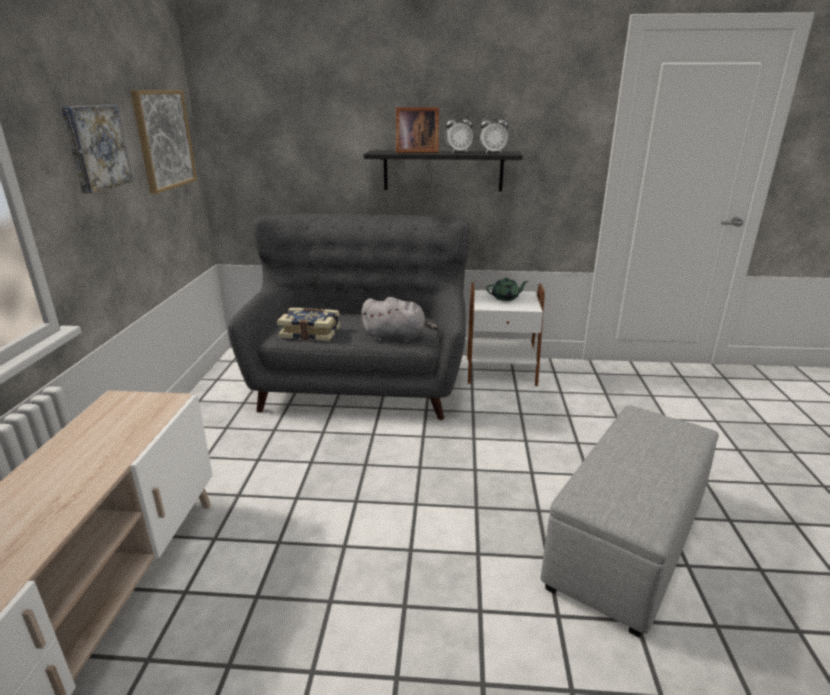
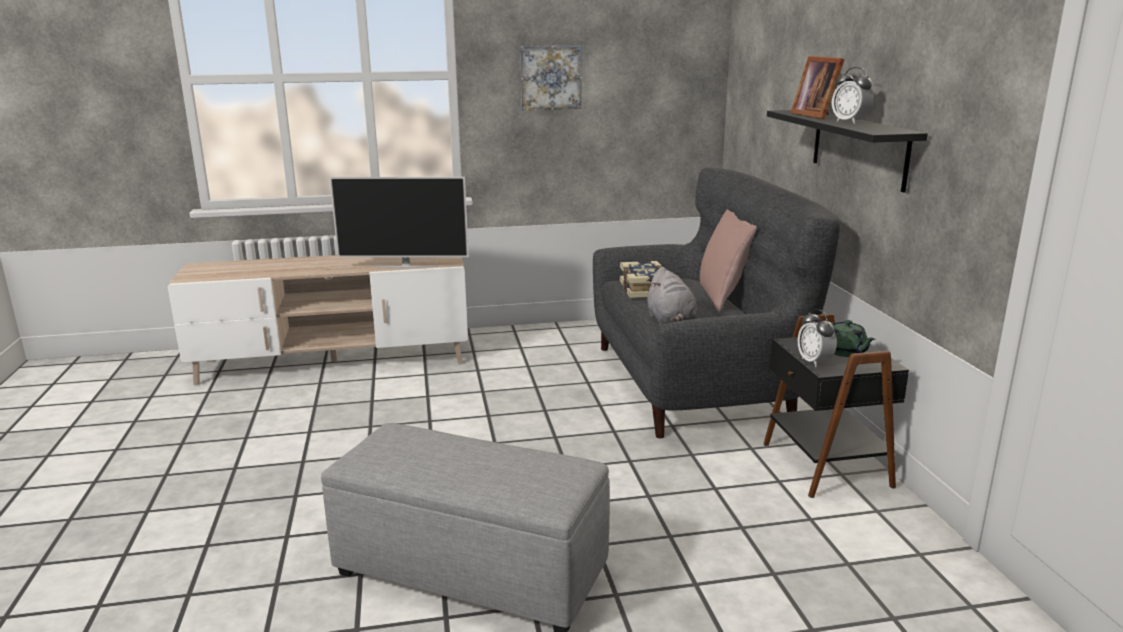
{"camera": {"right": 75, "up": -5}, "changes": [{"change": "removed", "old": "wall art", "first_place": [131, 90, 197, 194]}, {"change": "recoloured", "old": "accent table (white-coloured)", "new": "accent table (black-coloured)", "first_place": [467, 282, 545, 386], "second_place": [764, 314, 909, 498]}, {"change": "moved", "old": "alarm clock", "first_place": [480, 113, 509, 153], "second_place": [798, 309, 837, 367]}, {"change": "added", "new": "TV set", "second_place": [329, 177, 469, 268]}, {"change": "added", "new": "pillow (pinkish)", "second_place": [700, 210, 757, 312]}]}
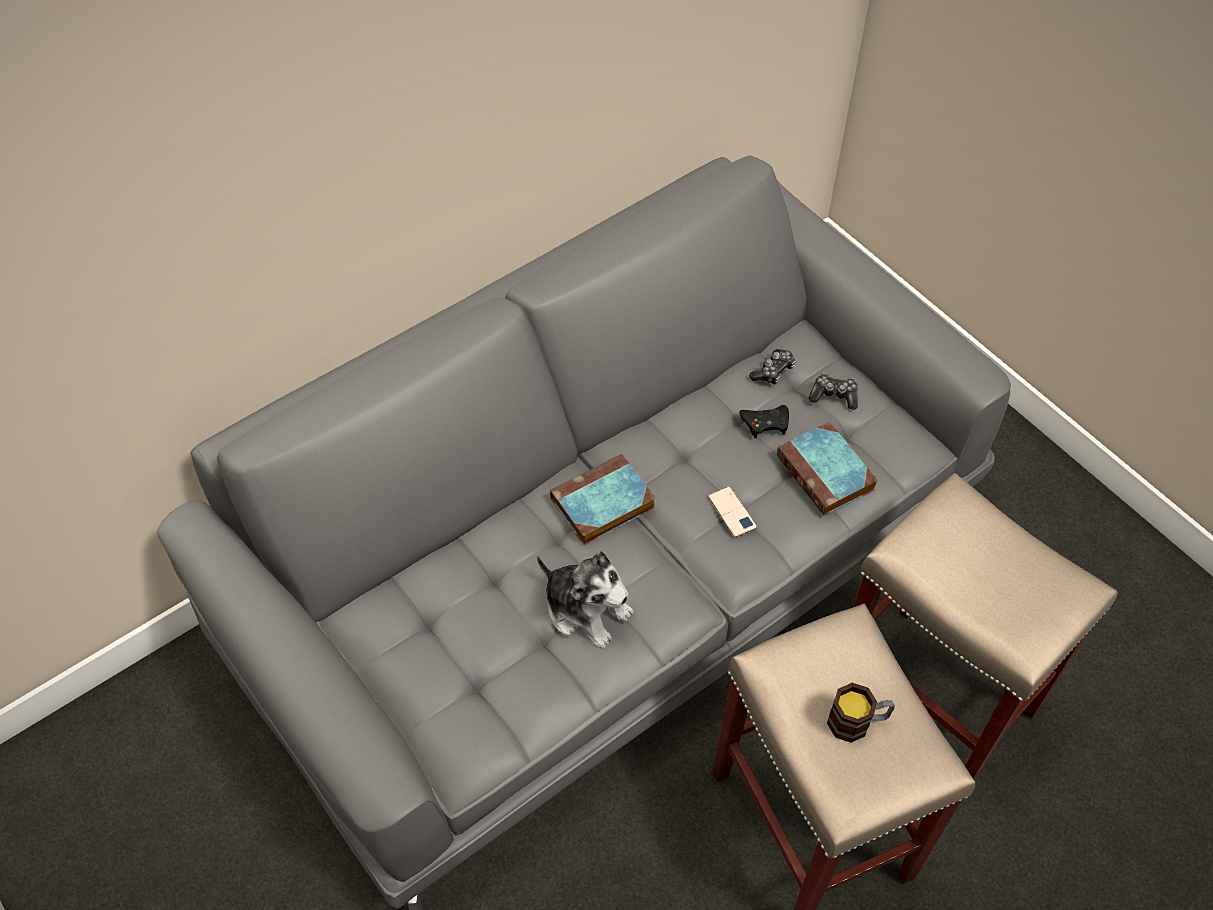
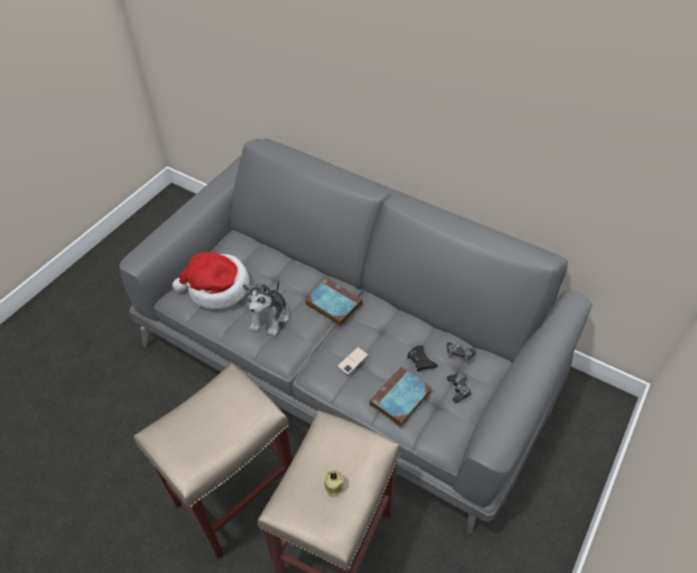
{"camera": {"right": 70, "up": -5}, "changes": [{"change": "removed", "old": "coffee mug", "first_place": [827, 683, 895, 743]}, {"change": "added", "new": "clothing hat", "second_place": [172, 252, 249, 309]}, {"change": "added", "new": "wax light (sand-coloured)", "second_place": [324, 469, 344, 497]}]}
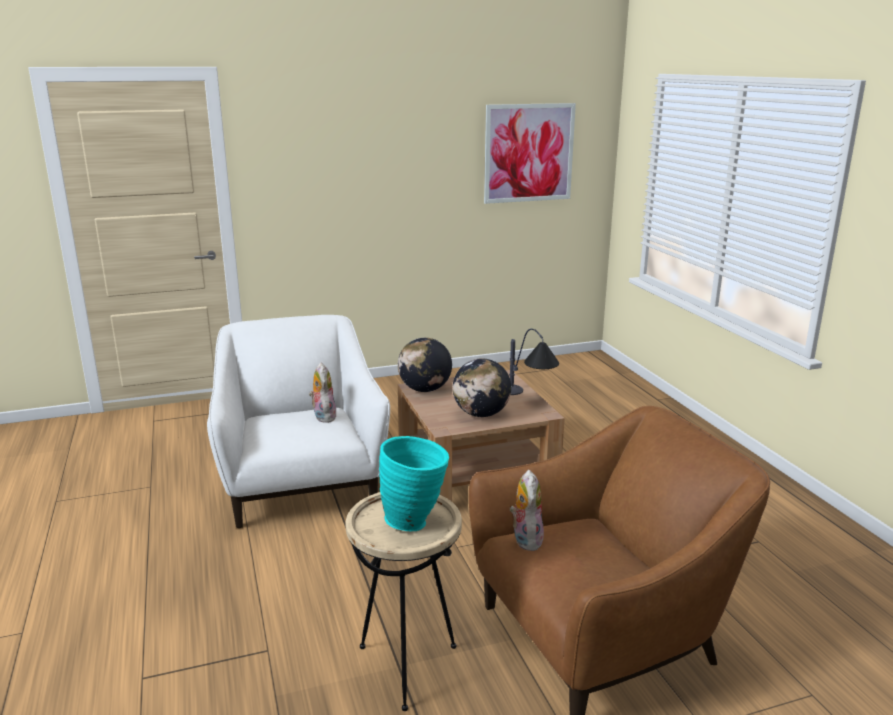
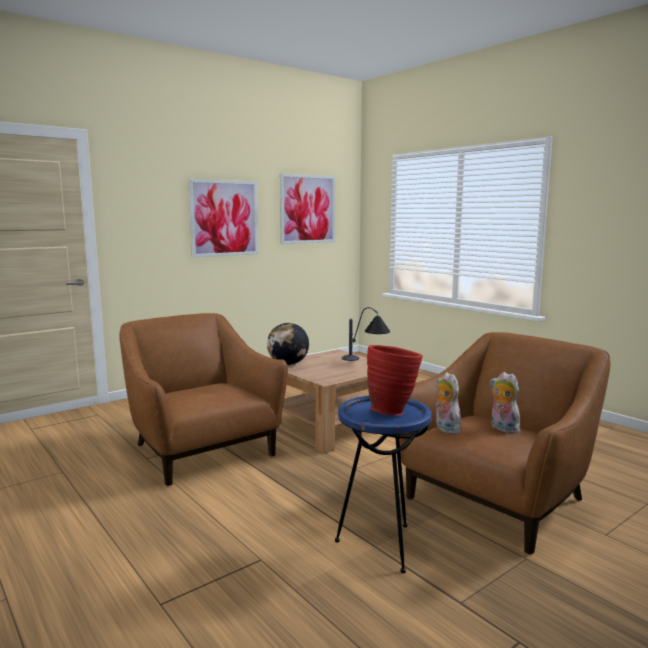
{"camera": {"right": -20, "up": -10}, "changes": [{"change": "recoloured", "old": "easy chair (white-coloured)", "new": "easy chair (brown-coloured)", "first_place": [207, 315, 390, 528], "second_place": [119, 313, 288, 486]}, {"change": "moved", "old": "plush toy", "first_place": [309, 362, 337, 423], "second_place": [490, 372, 523, 434]}, {"change": "recoloured", "old": "accent table (sand-coloured)", "new": "accent table (blue-coloured)", "first_place": [346, 492, 462, 711], "second_place": [335, 396, 432, 573]}, {"change": "recoloured", "old": "flower vase (turquoise-coloured)", "new": "flower vase (red)", "first_place": [379, 436, 449, 531], "second_place": [367, 345, 423, 415]}, {"change": "removed", "old": "globe", "first_place": [453, 358, 511, 417]}, {"change": "added", "new": "wall art", "second_place": [188, 179, 259, 258]}]}
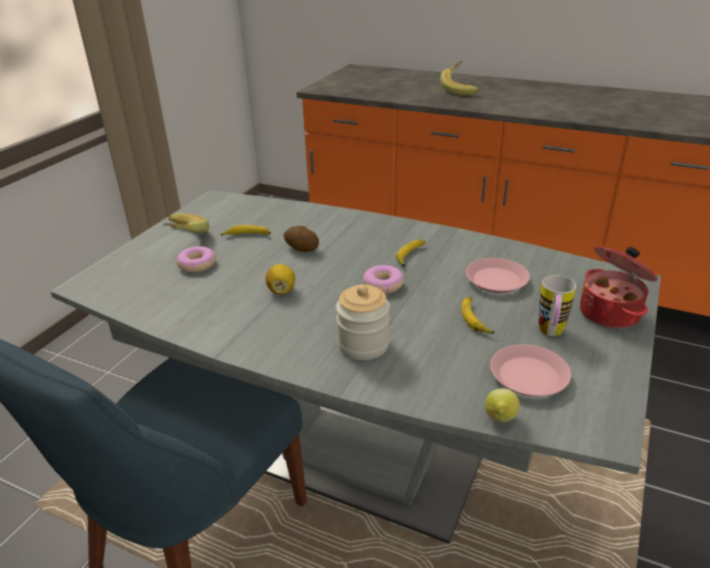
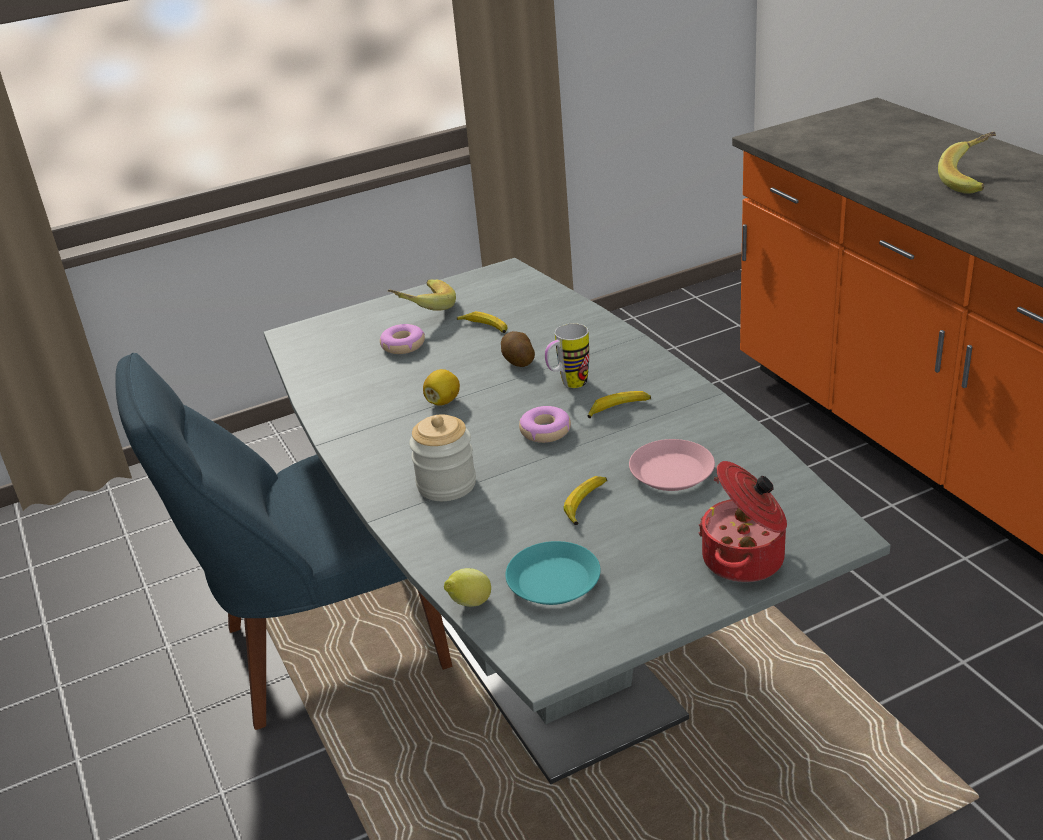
{"camera": {"right": 40, "up": 0}, "changes": [{"change": "recoloured", "old": "flat dish (pinkish)", "new": "flat dish (turquoise-coloured)", "first_place": [490, 344, 571, 397], "second_place": [505, 541, 601, 605]}, {"change": "moved", "old": "coffee mug", "first_place": [539, 275, 576, 336], "second_place": [545, 323, 589, 388]}]}
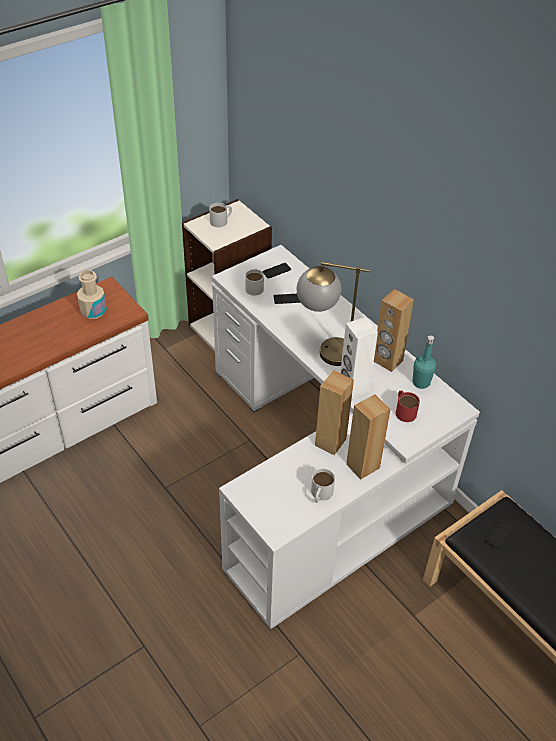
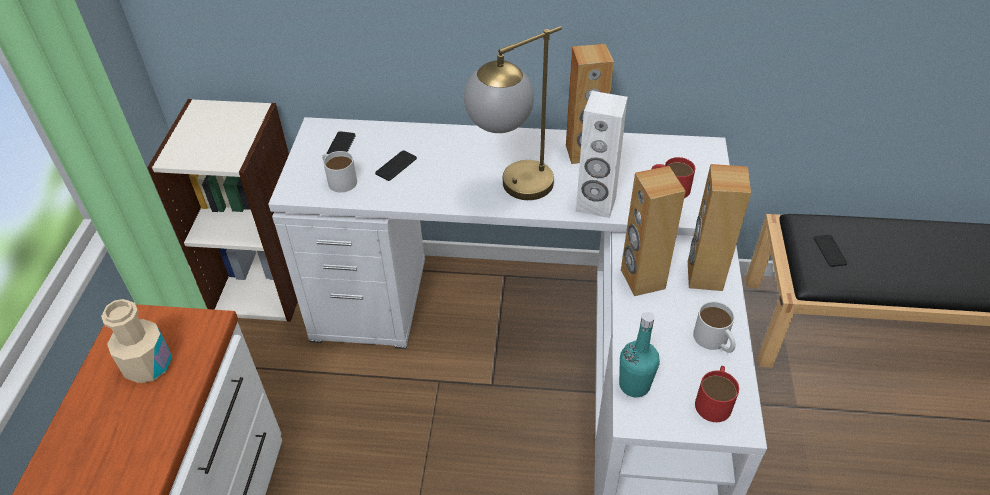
{"camera": {"right": -45, "up": 0}, "changes": [{"change": "removed", "old": "coffee mug (white-coloured)", "first_place": [209, 203, 232, 227]}, {"change": "moved", "old": "beverage bottle (turquoise-coloured)", "first_place": [413, 335, 436, 389], "second_place": [619, 312, 660, 397]}, {"change": "added", "new": "coffee mug (red)", "second_place": [695, 366, 739, 422]}]}
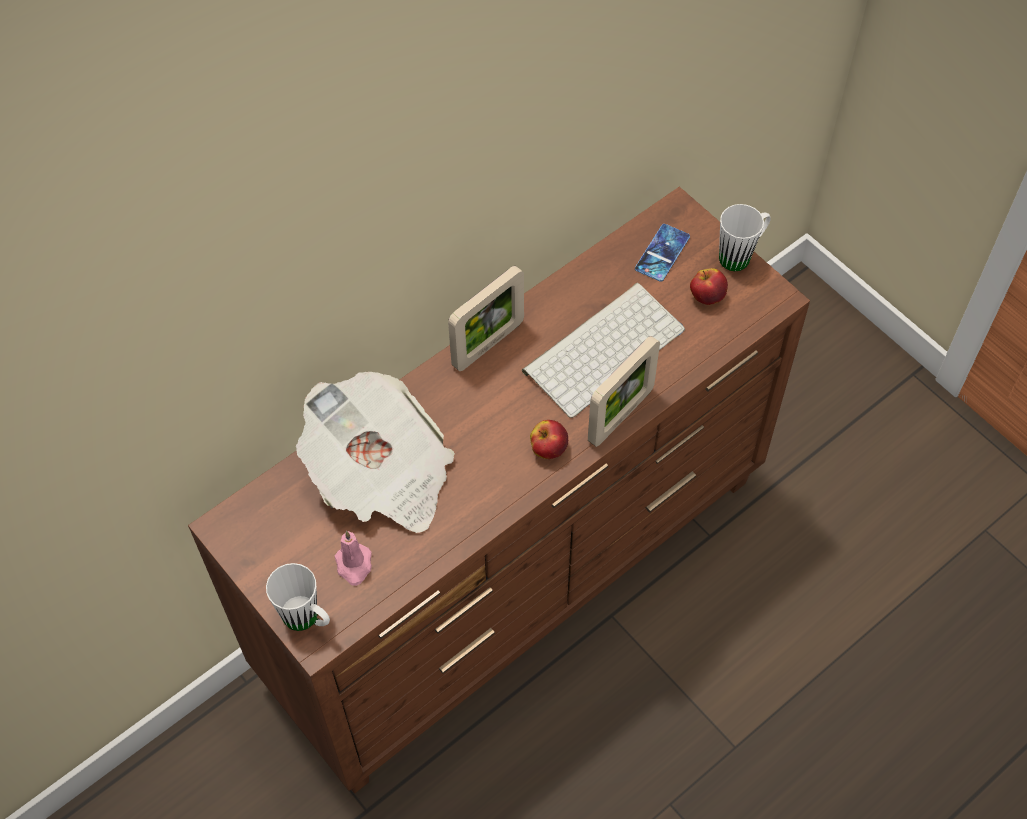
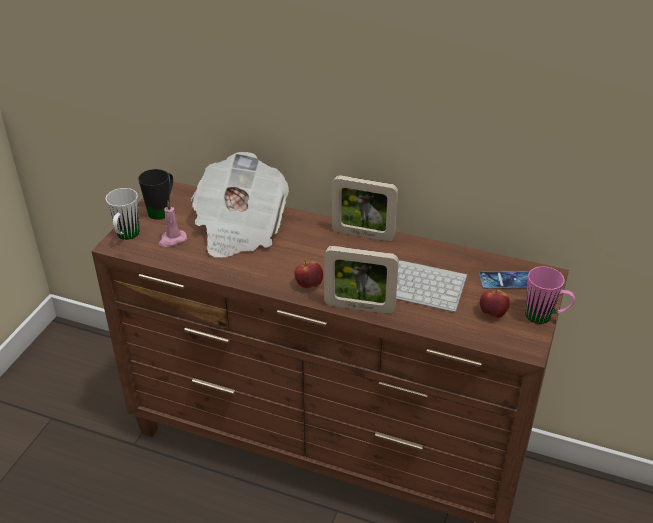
{"camera": {"right": 60, "up": -20}, "changes": [{"change": "recoloured", "old": "coffee mug (white-coloured)", "new": "coffee mug (pinkish)", "first_place": [719, 204, 771, 271], "second_place": [525, 267, 575, 324]}, {"change": "added", "new": "coffee mug (black-coloured)", "second_place": [138, 169, 173, 220]}]}
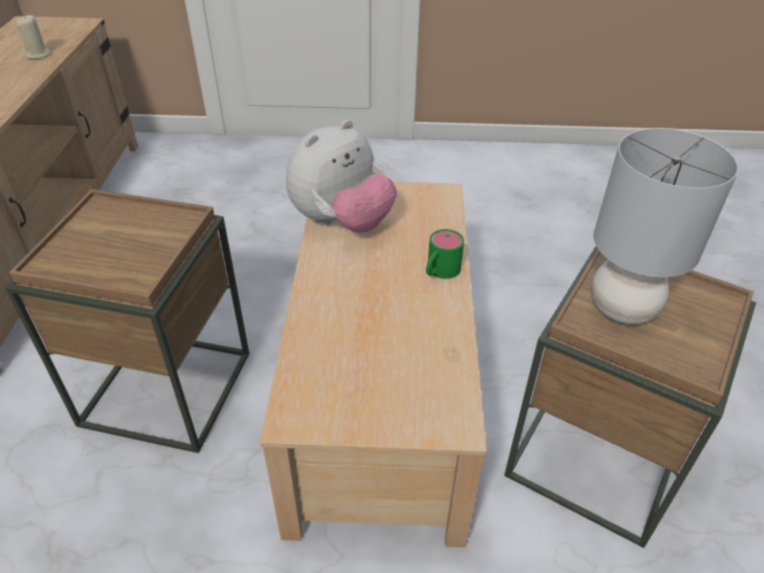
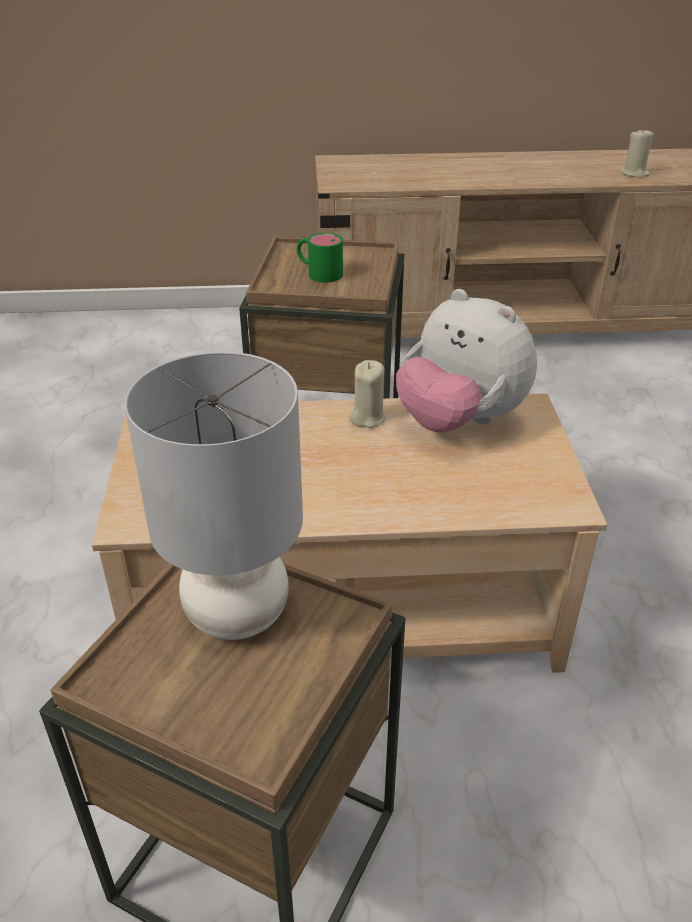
{"camera": {"right": 85, "up": -5}, "changes": [{"change": "moved", "old": "coffee mug (green-coloured)", "first_place": [426, 229, 464, 279], "second_place": [297, 233, 343, 283]}, {"change": "added", "new": "wax light (sand-coloured)", "second_place": [349, 360, 387, 428]}]}
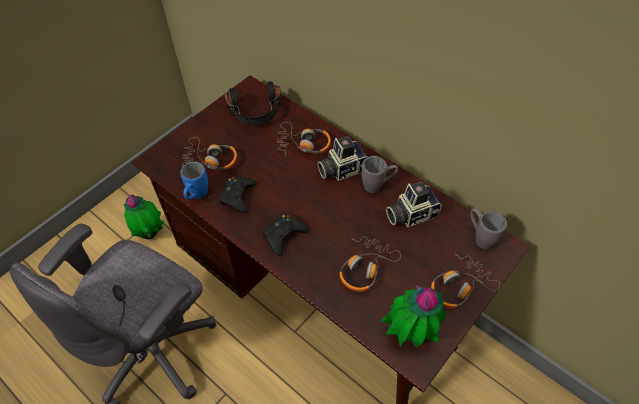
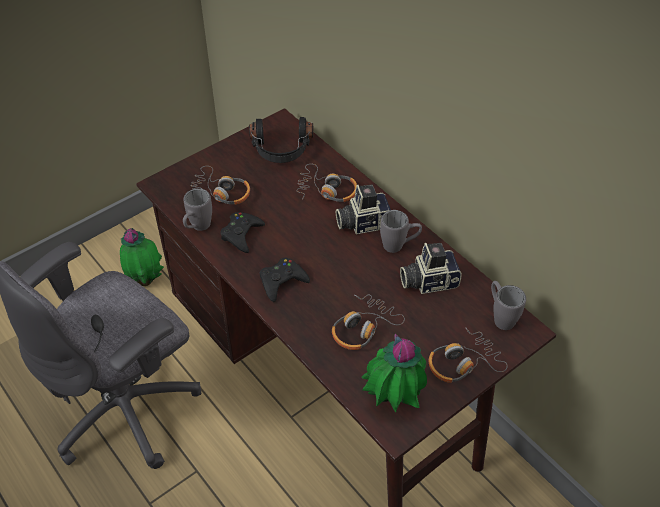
{"camera": {"right": 10, "up": -5}, "changes": [{"change": "recoloured", "old": "coffee mug (blue-coloured)", "new": "coffee mug (grey)", "first_place": [180, 161, 208, 199], "second_place": [183, 188, 212, 231]}]}
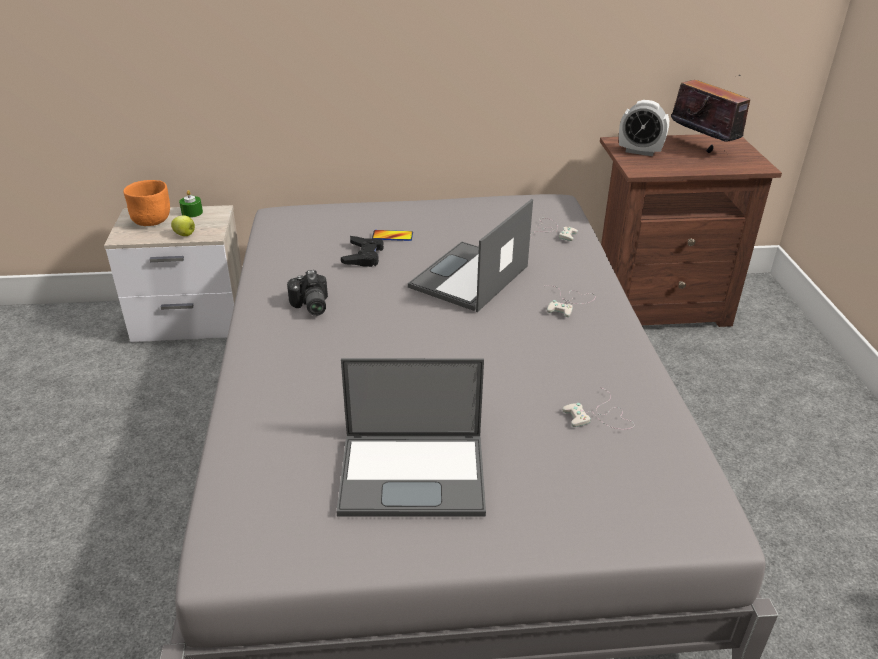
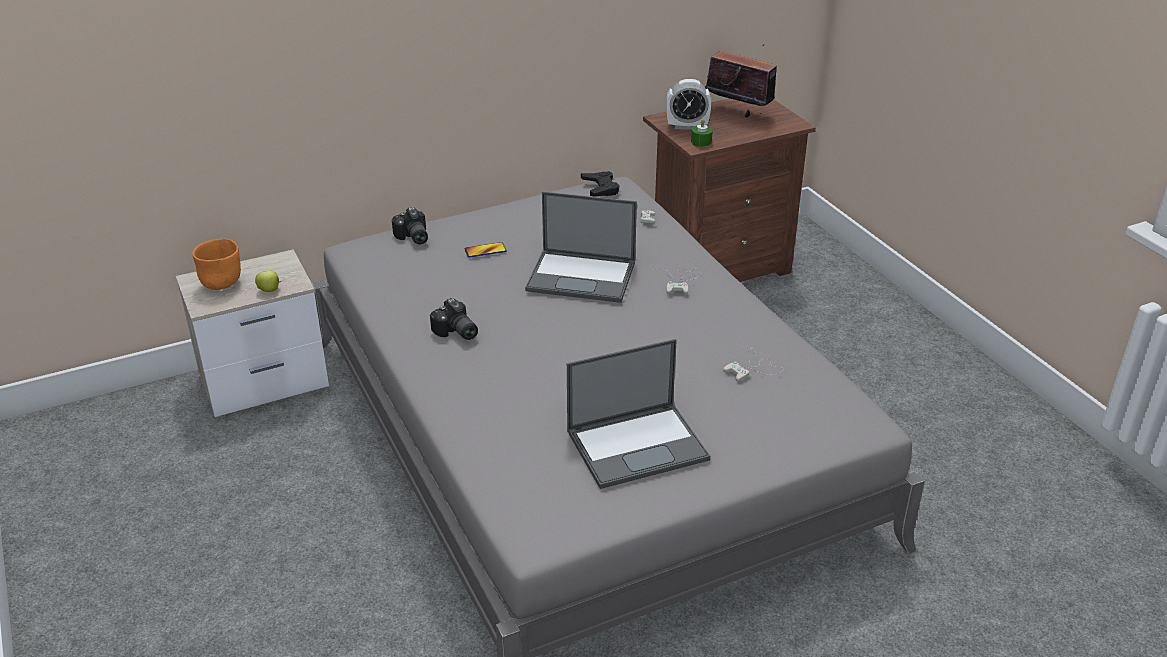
{"camera": {"right": -20, "up": 0}, "changes": [{"change": "moved", "old": "wax light (green-coloured)", "first_place": [179, 190, 203, 218], "second_place": [691, 119, 713, 147]}, {"change": "moved", "old": "joypad (black-coloured)", "first_place": [341, 236, 384, 267], "second_place": [581, 171, 619, 197]}, {"change": "turned", "old": "portable computer", "first_place": [408, 199, 533, 312], "second_place": [525, 191, 637, 303], "degrees": -90}, {"change": "added", "new": "still camera", "second_place": [392, 207, 428, 244]}]}
